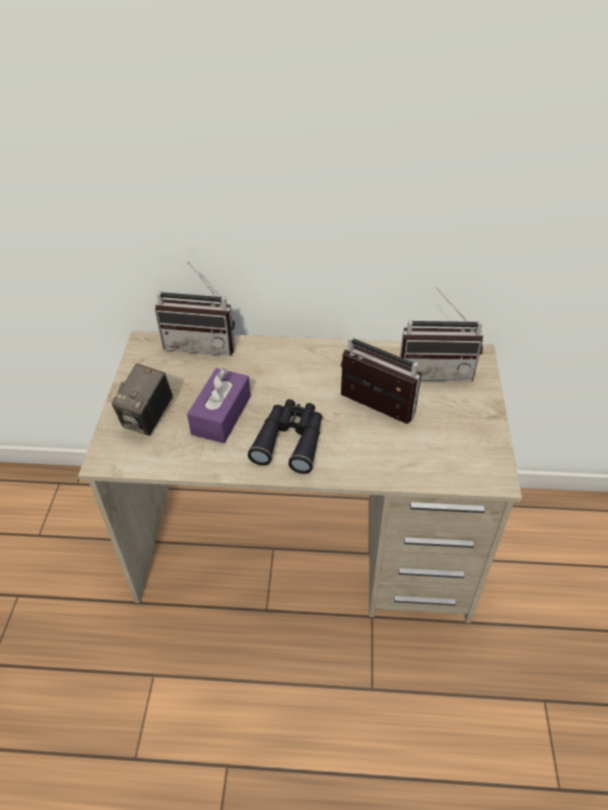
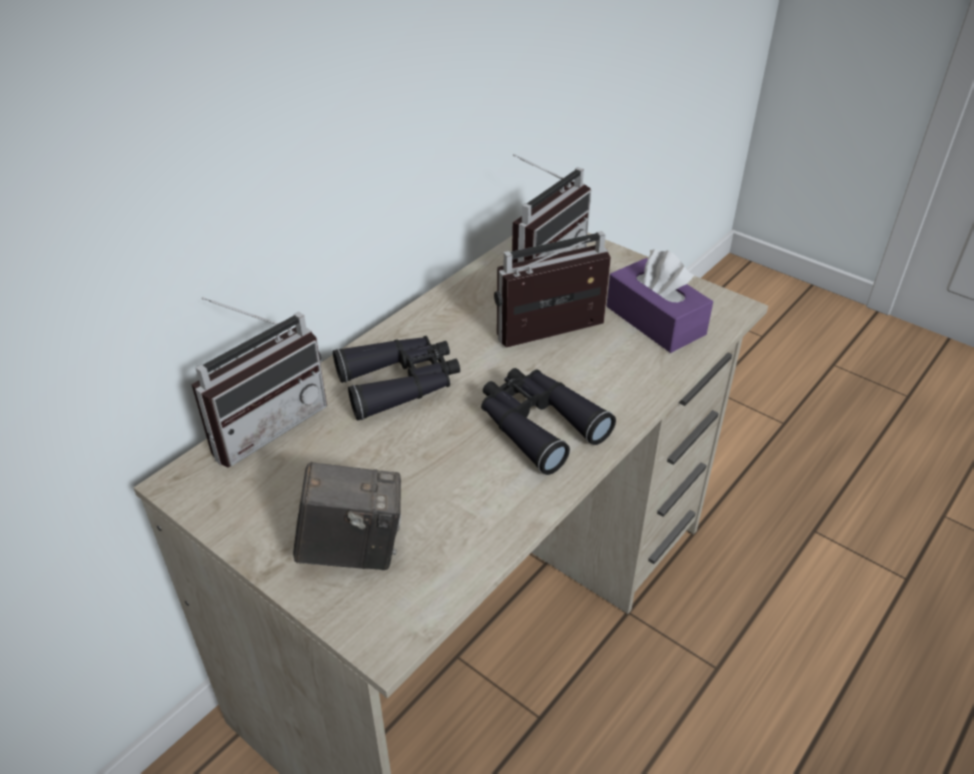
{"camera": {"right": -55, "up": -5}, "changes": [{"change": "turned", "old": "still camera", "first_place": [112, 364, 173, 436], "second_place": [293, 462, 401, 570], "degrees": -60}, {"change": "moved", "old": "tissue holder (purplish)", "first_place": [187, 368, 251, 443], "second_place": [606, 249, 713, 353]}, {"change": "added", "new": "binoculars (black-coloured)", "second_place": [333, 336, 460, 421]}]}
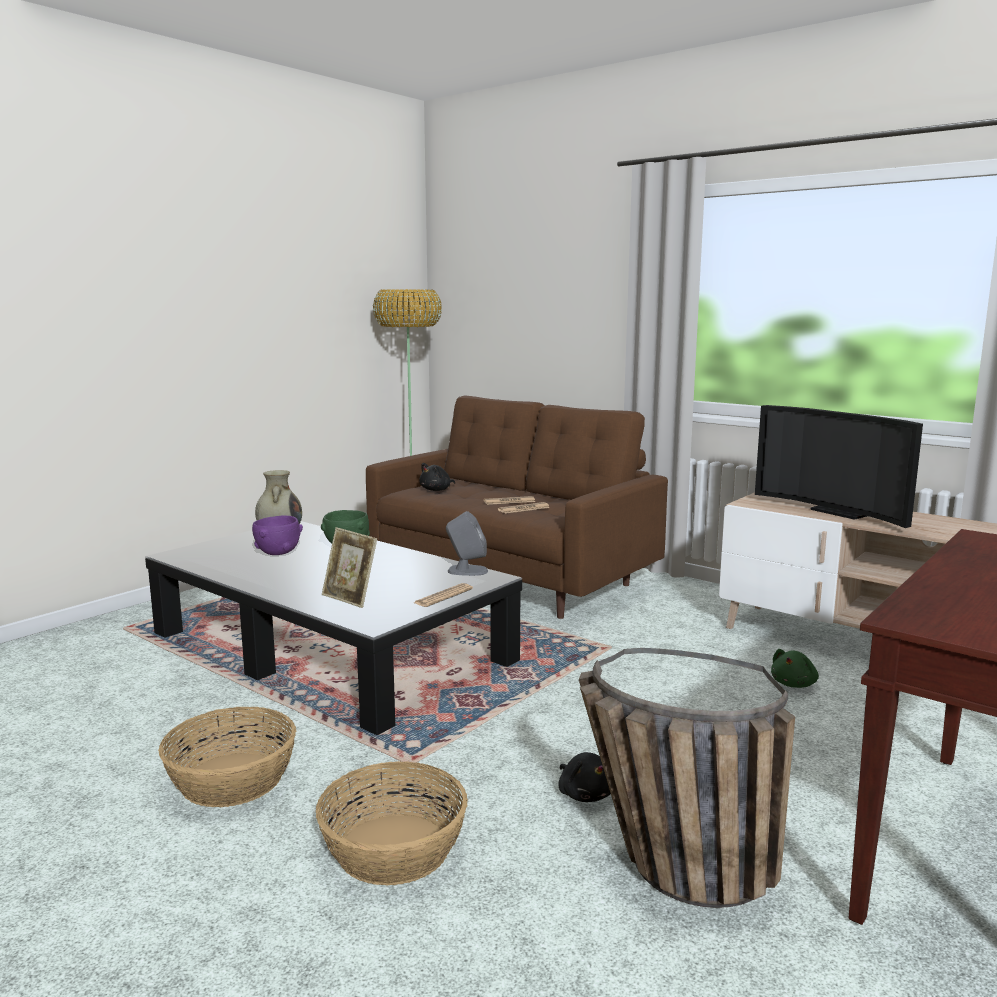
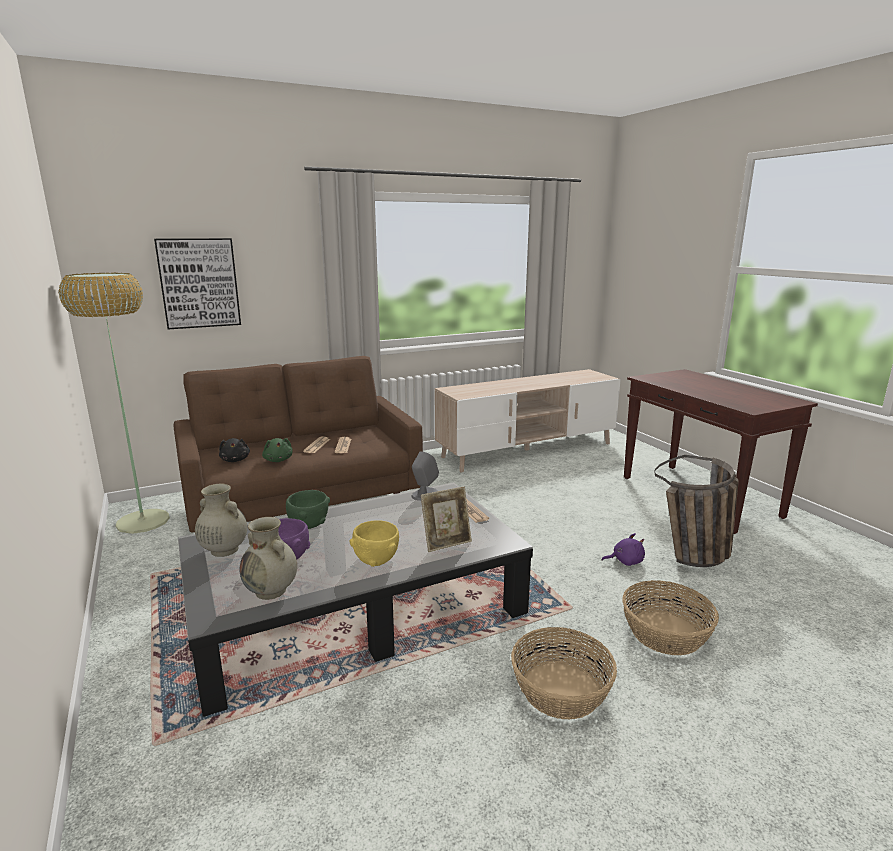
{"camera": {"right": -65, "up": 5}, "changes": [{"change": "recoloured", "old": "plush toy (black-coloured)", "new": "plush toy (purplish)", "first_place": [558, 752, 611, 802], "second_place": [602, 533, 645, 566]}, {"change": "removed", "old": "TV set", "first_place": [755, 405, 923, 528]}, {"change": "moved", "old": "plush toy (green-coloured)", "first_place": [771, 649, 819, 688], "second_place": [262, 438, 293, 462]}, {"change": "added", "new": "wall art", "second_place": [154, 238, 241, 329]}, {"change": "added", "new": "flower vase (sand-coloured)", "second_place": [240, 517, 297, 600]}, {"change": "added", "new": "deep dish (yellowish)", "second_place": [349, 520, 399, 567]}]}
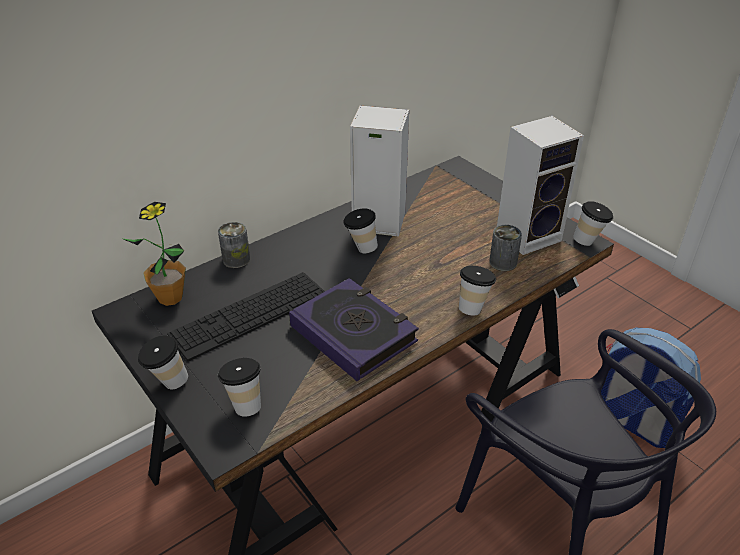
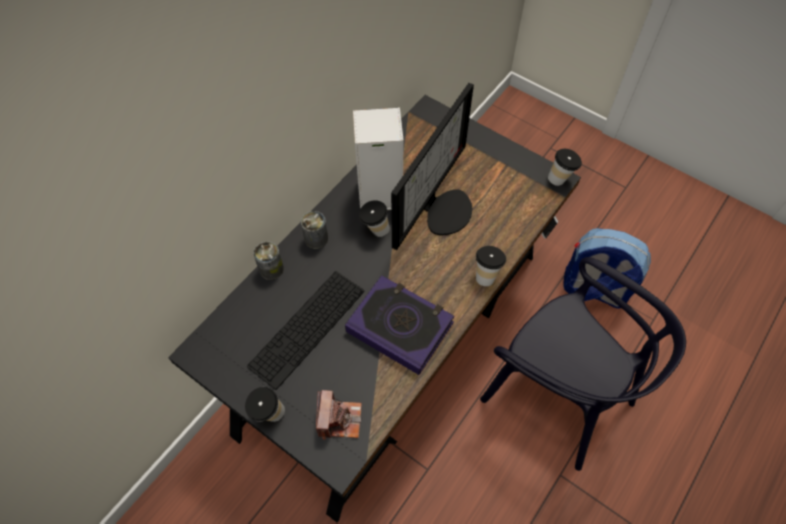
{"camera": {"right": -15, "up": 20}, "changes": [{"change": "removed", "old": "plant in a pot", "first_place": [121, 202, 186, 306]}, {"change": "replaced", "old": "small cup", "new": "still camera", "first_place": [218, 358, 261, 417], "second_place": [316, 390, 362, 440]}, {"change": "moved", "old": "sealed can", "first_place": [489, 225, 522, 271], "second_place": [301, 211, 328, 249]}, {"change": "removed", "old": "loudspeaker", "first_place": [497, 116, 584, 255]}, {"change": "added", "new": "computer screen", "second_place": [391, 83, 474, 250]}]}
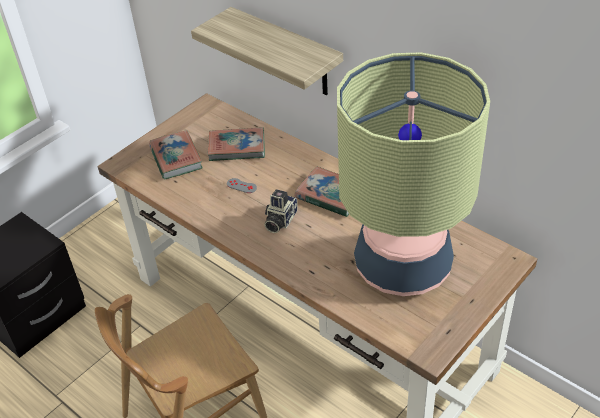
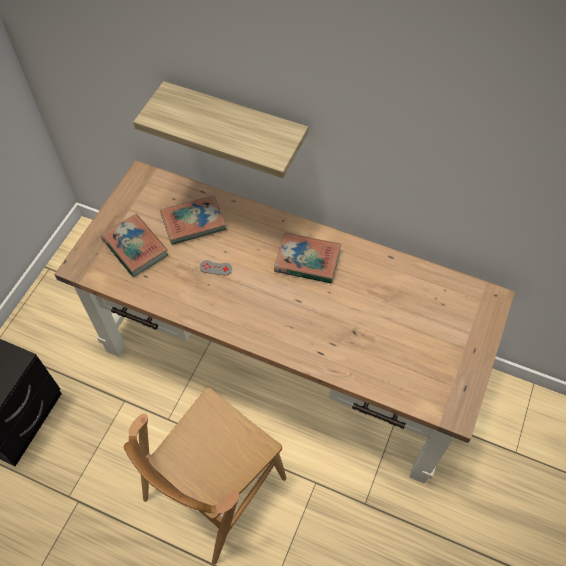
{"camera": {"right": -20, "up": 15}, "changes": [{"change": "removed", "old": "still camera", "first_place": [264, 189, 298, 233]}, {"change": "removed", "old": "tabletop lamp", "first_place": [337, 52, 490, 296]}]}
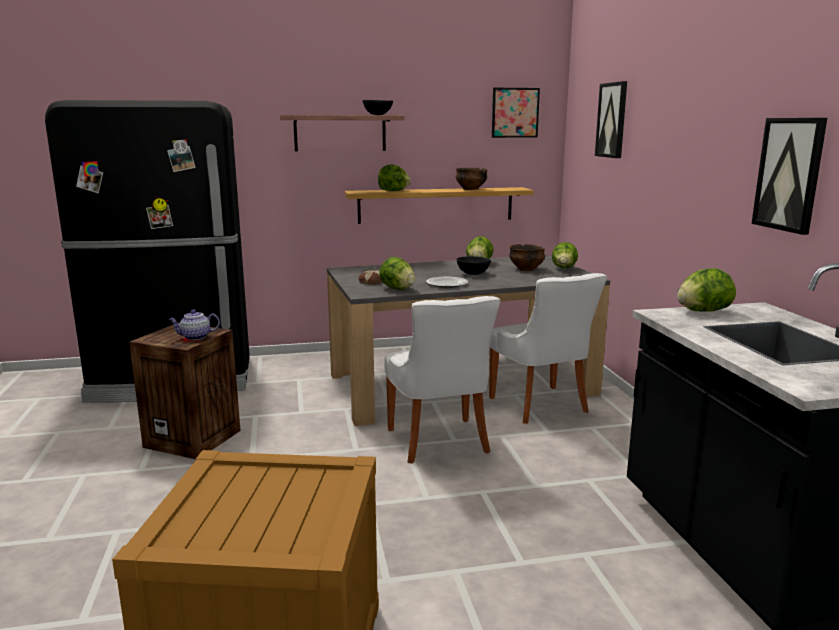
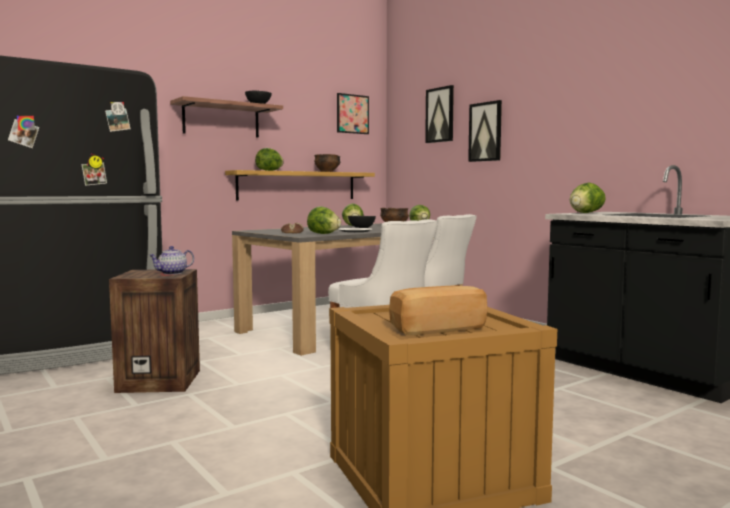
{"camera": {"right": -25, "up": -10}, "changes": [{"change": "moved", "old": "wall art", "first_place": [752, 118, 827, 235], "second_place": [468, 100, 502, 162]}, {"change": "added", "new": "baked bread", "second_place": [389, 286, 488, 335]}]}
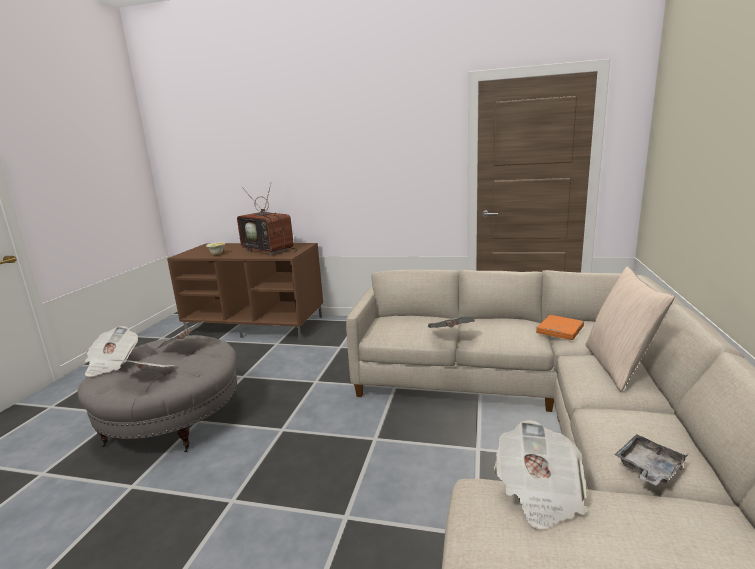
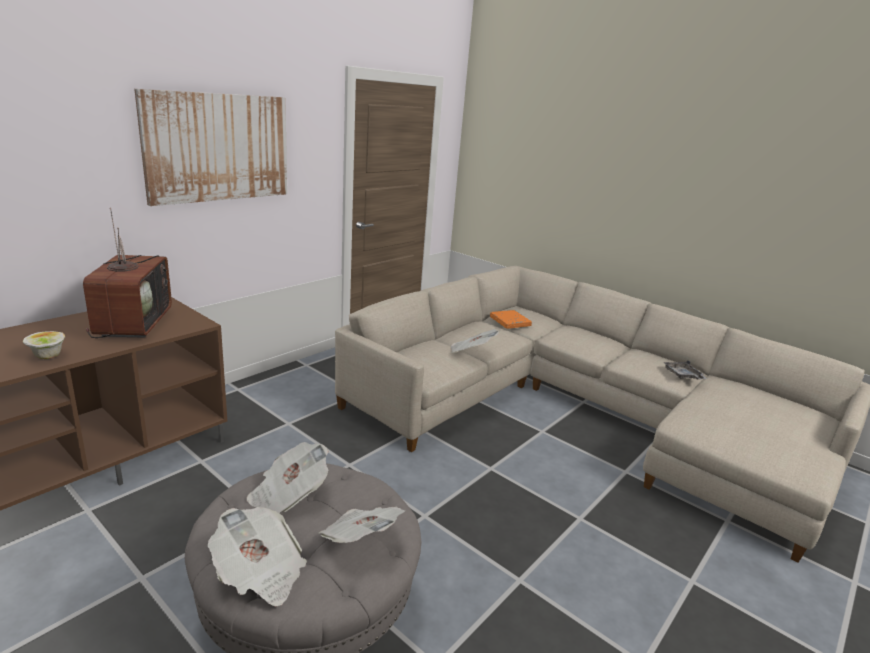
{"camera": {"right": -65, "up": 5}, "changes": [{"change": "turned", "old": "TV set", "first_place": [237, 184, 297, 255], "second_place": [83, 208, 172, 338], "degrees": -75}, {"change": "removed", "old": "printed paper", "first_place": [494, 420, 586, 530]}, {"change": "removed", "old": "pillow (sand-coloured)", "first_place": [585, 266, 675, 391]}, {"change": "added", "new": "wall art", "second_place": [134, 89, 287, 206]}]}
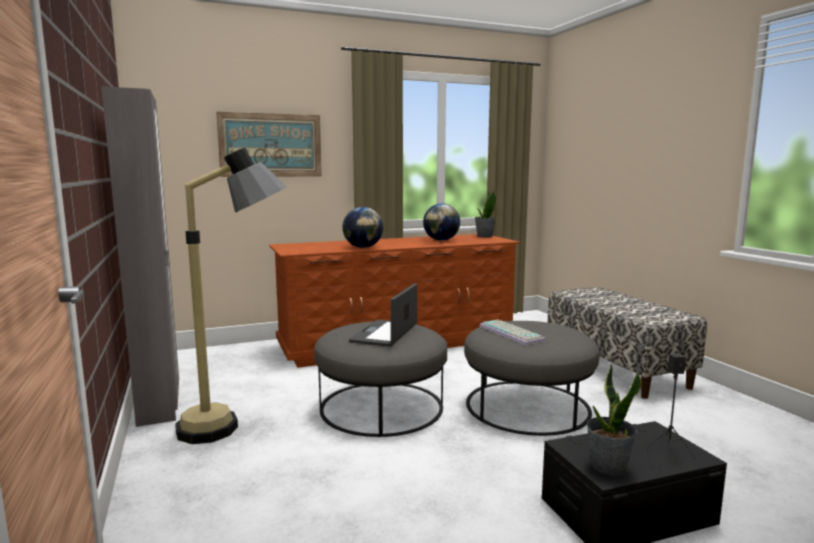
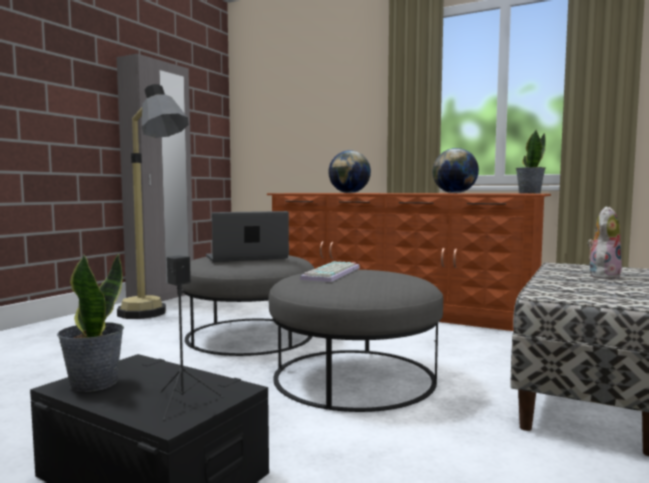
{"camera": {"right": 50, "up": -5}, "changes": [{"change": "removed", "old": "wall art", "first_place": [216, 112, 322, 177]}, {"change": "added", "new": "plush toy", "second_place": [587, 206, 622, 279]}]}
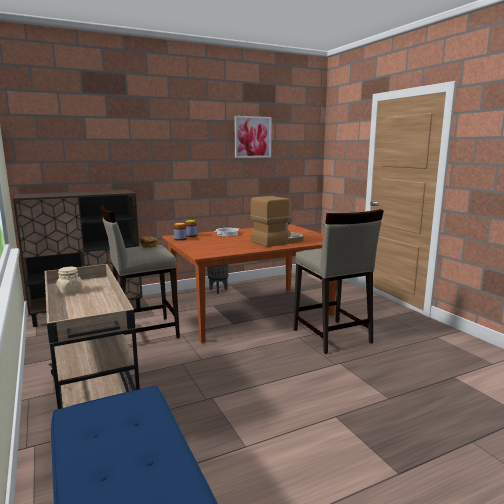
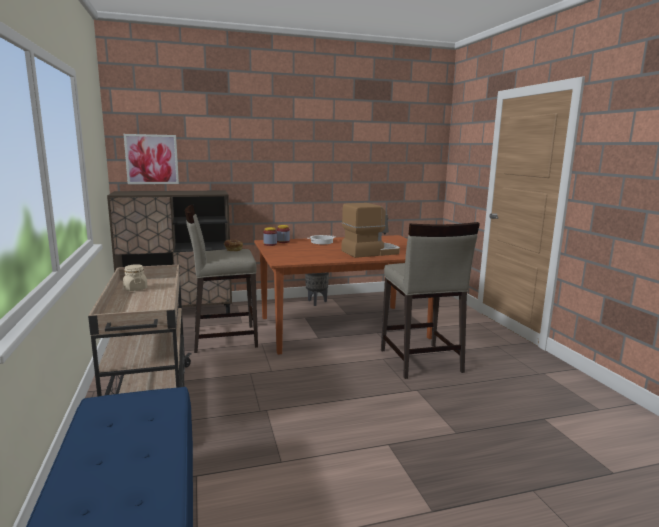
{"camera": {"right": 10, "up": 0}, "changes": [{"change": "moved", "old": "wall art", "first_place": [234, 116, 272, 158], "second_place": [124, 134, 179, 184]}]}
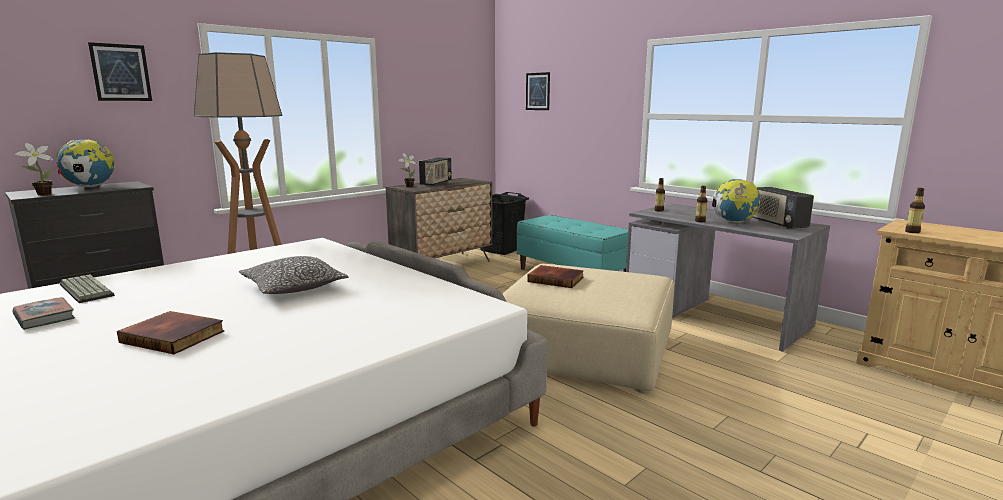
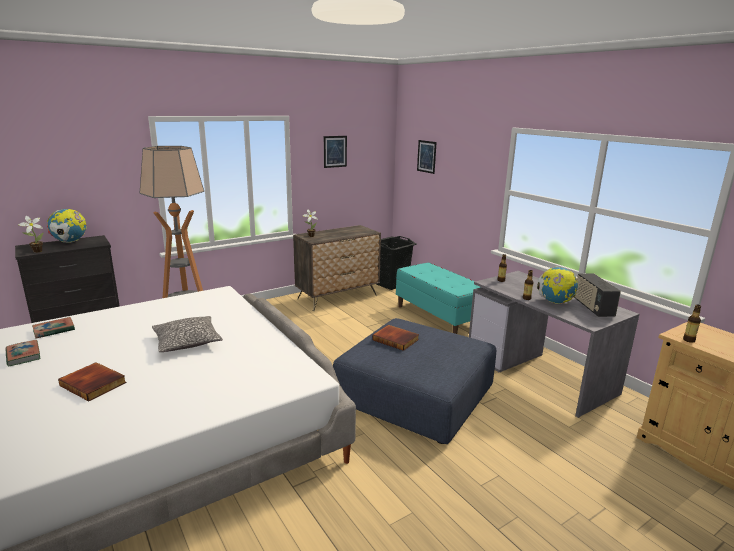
{"camera": {"right": 10, "up": 5}, "changes": [{"change": "replaced", "old": "PC keyboard", "new": "book", "first_place": [59, 274, 115, 303], "second_place": [32, 317, 75, 339]}, {"change": "moved", "old": "wall art", "first_place": [88, 42, 152, 101], "second_place": [324, 136, 347, 168]}, {"change": "removed", "old": "radio", "first_place": [419, 157, 452, 186]}, {"change": "recoloured", "old": "ottoman (sand-coloured)", "new": "ottoman (blue-coloured)", "first_place": [502, 264, 674, 393], "second_place": [333, 318, 496, 444]}]}
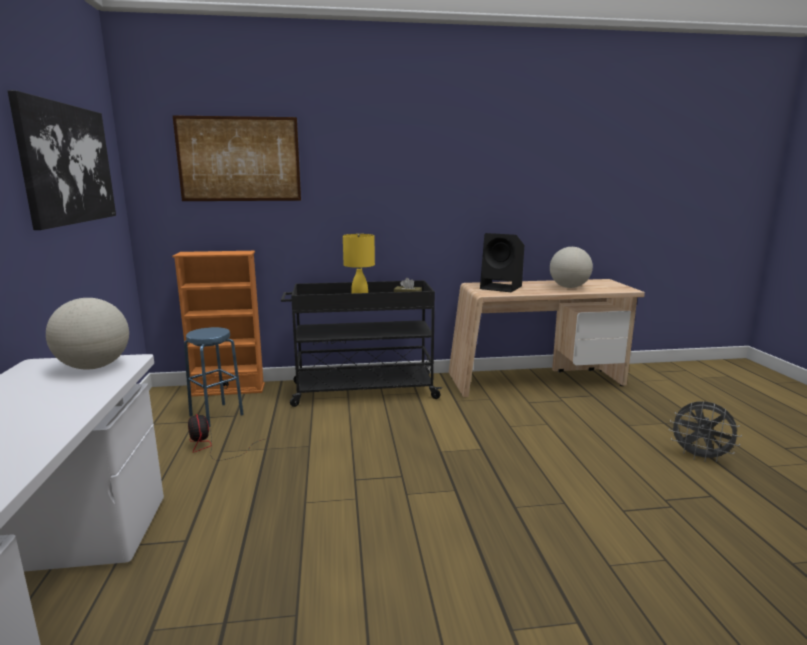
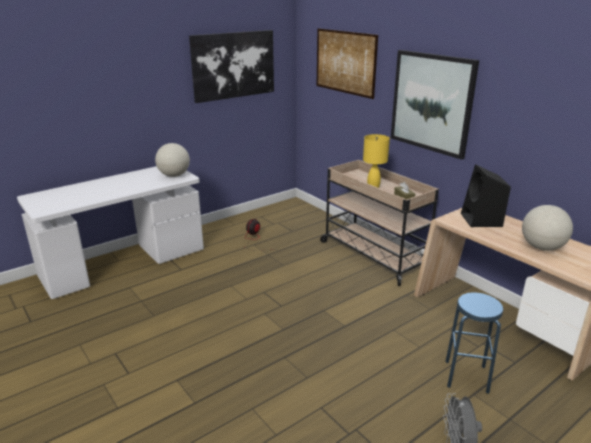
{"camera": {"right": 60, "up": 10}, "changes": [{"change": "removed", "old": "shelving unit (orange-coloured)", "first_place": [172, 251, 265, 396]}, {"change": "moved", "old": "stool (blue-coloured)", "first_place": [184, 327, 244, 427], "second_place": [445, 292, 503, 394]}, {"change": "recoloured", "old": "wheeled cart (black-coloured)", "new": "wheeled cart (sand-coloured)", "first_place": [281, 280, 443, 407], "second_place": [320, 160, 439, 286]}, {"change": "added", "new": "wall art", "second_place": [391, 50, 479, 160]}]}
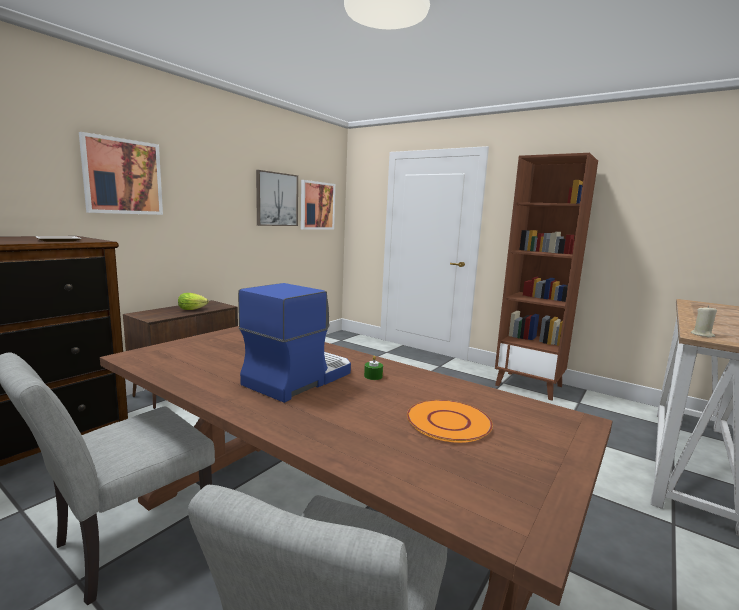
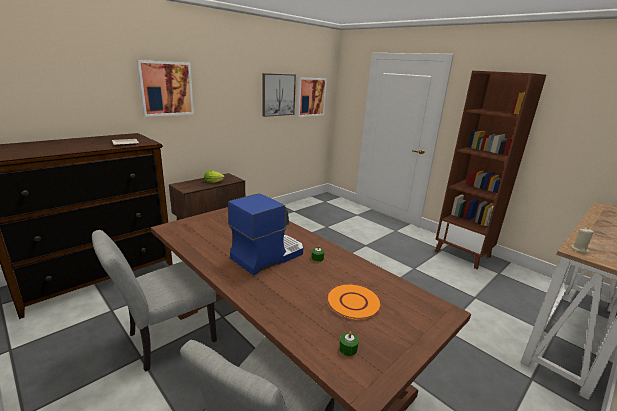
{"camera": {"right": 10, "up": 10}, "changes": [{"change": "added", "new": "wax light (green-coloured)", "second_place": [339, 331, 359, 356]}]}
